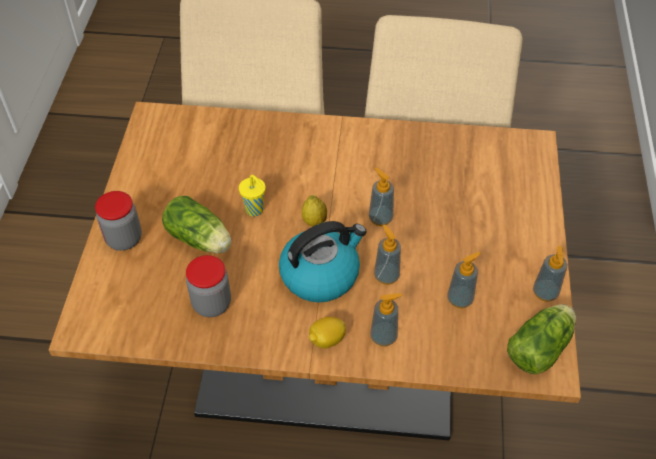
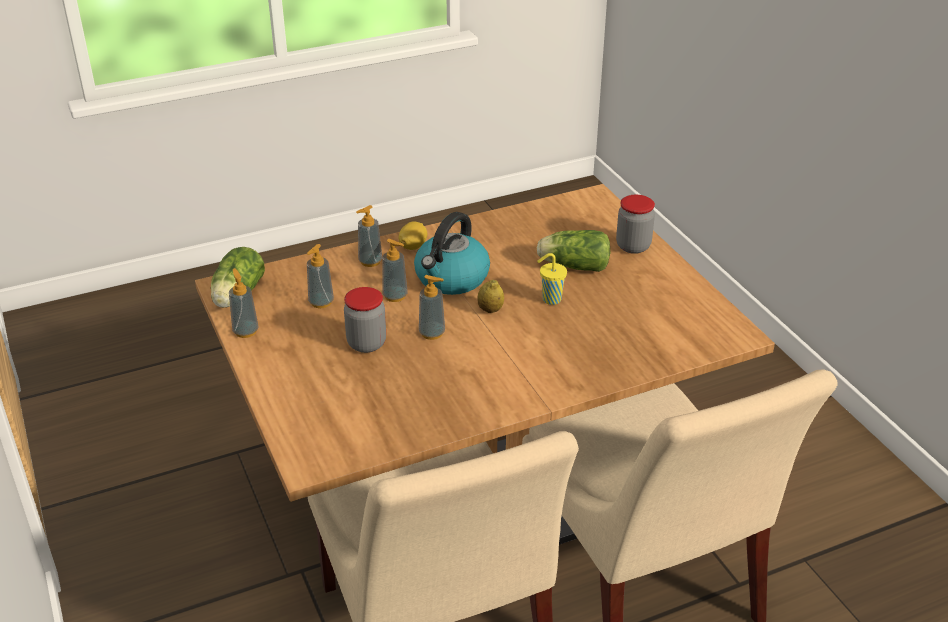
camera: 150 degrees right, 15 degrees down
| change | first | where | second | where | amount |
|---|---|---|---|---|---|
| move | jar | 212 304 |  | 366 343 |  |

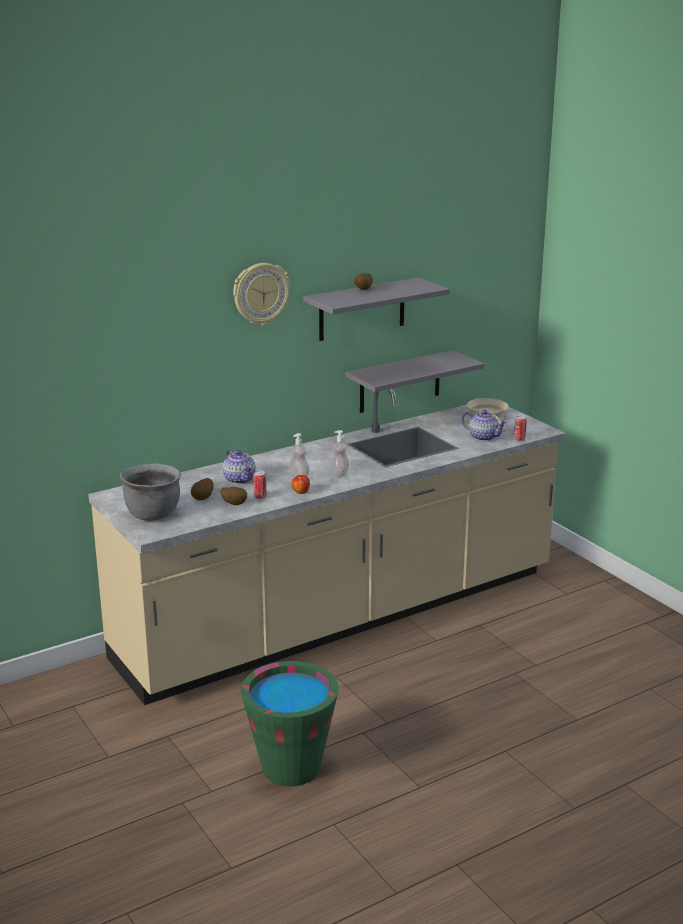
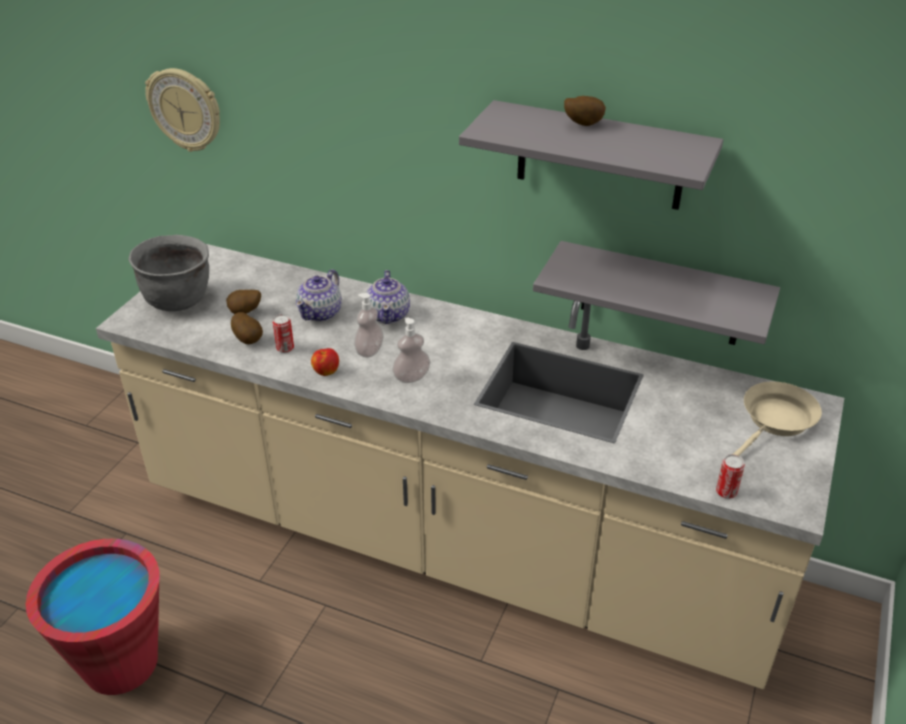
camera: 55 degrees right, 15 degrees up
| change | first | where | second | where | amount |
|---|---|---|---|---|---|
| move | wall clock | 260 294 |  | 185 109 |  |
| move | teapot | 483 437 |  | 388 314 |  |
| recolor | green bucket | 291 767 | red bucket | 121 663 |  |

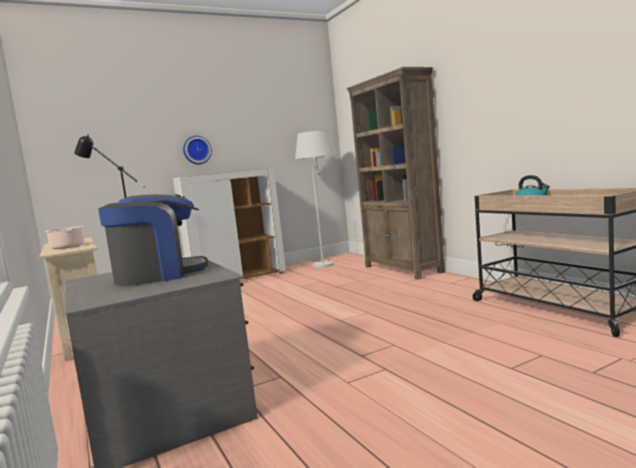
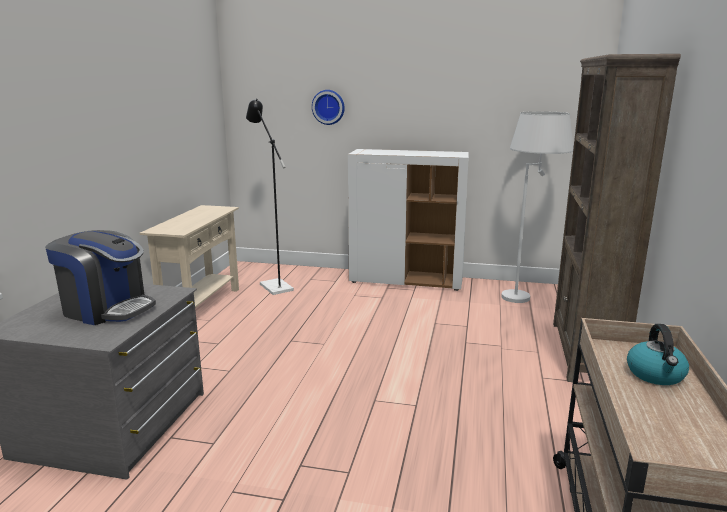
camera: 40 degrees right, 10 degrees up
| change | first | where | second | where | amount |
|---|---|---|---|---|---|
| move | wall clock | 196 150 |  | 328 107 |  |
| delete | cooking pot | 68 247 |  |  |  |

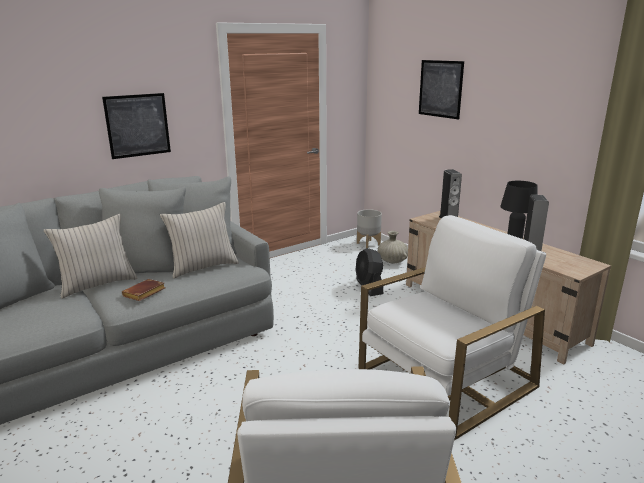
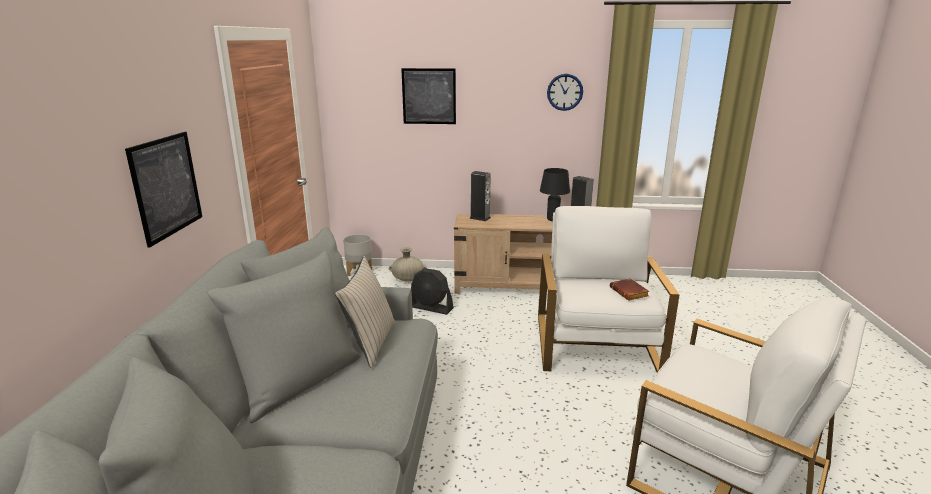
camera: 50 degrees left, 0 degrees up
| change | first | where | second | where | amount |
|---|---|---|---|---|---|
| delete | beige pillow | 97 284 |  |  |  |
| move | brown book | 144 294 |  | 630 293 |  |
| insert |  |  | wall clock | 564 92 |  |

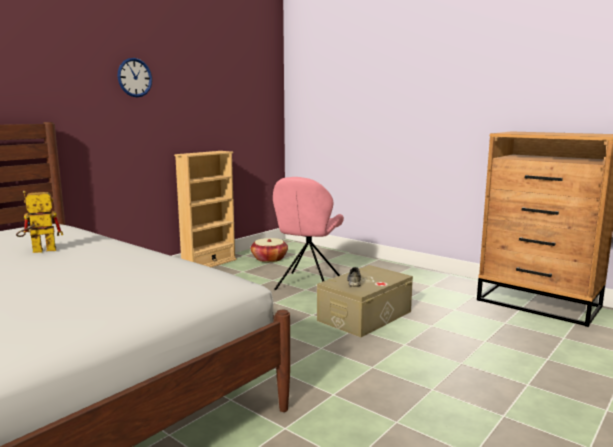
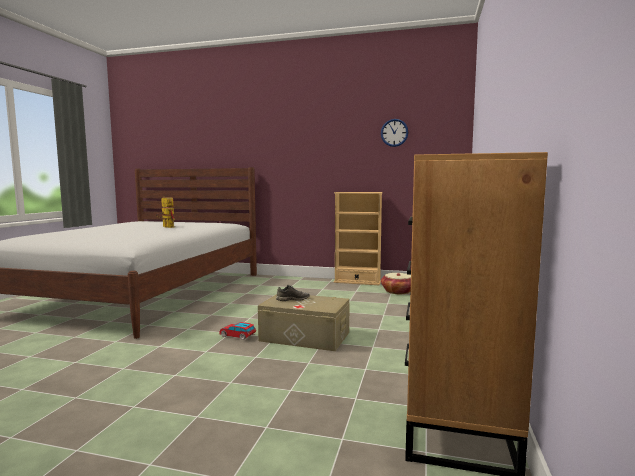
camera: 65 degrees right, 5 degrees down
| change | first | where | second | where | amount |
|---|---|---|---|---|---|
| move | wall clock | 134 77 |  | 394 132 |  |
| delete | pink chair | 308 285 |  |  |  |
| insert |  |  | toy car | 238 336 |  |

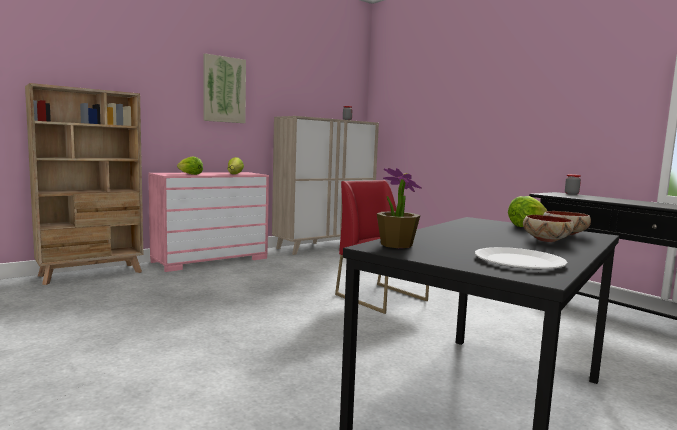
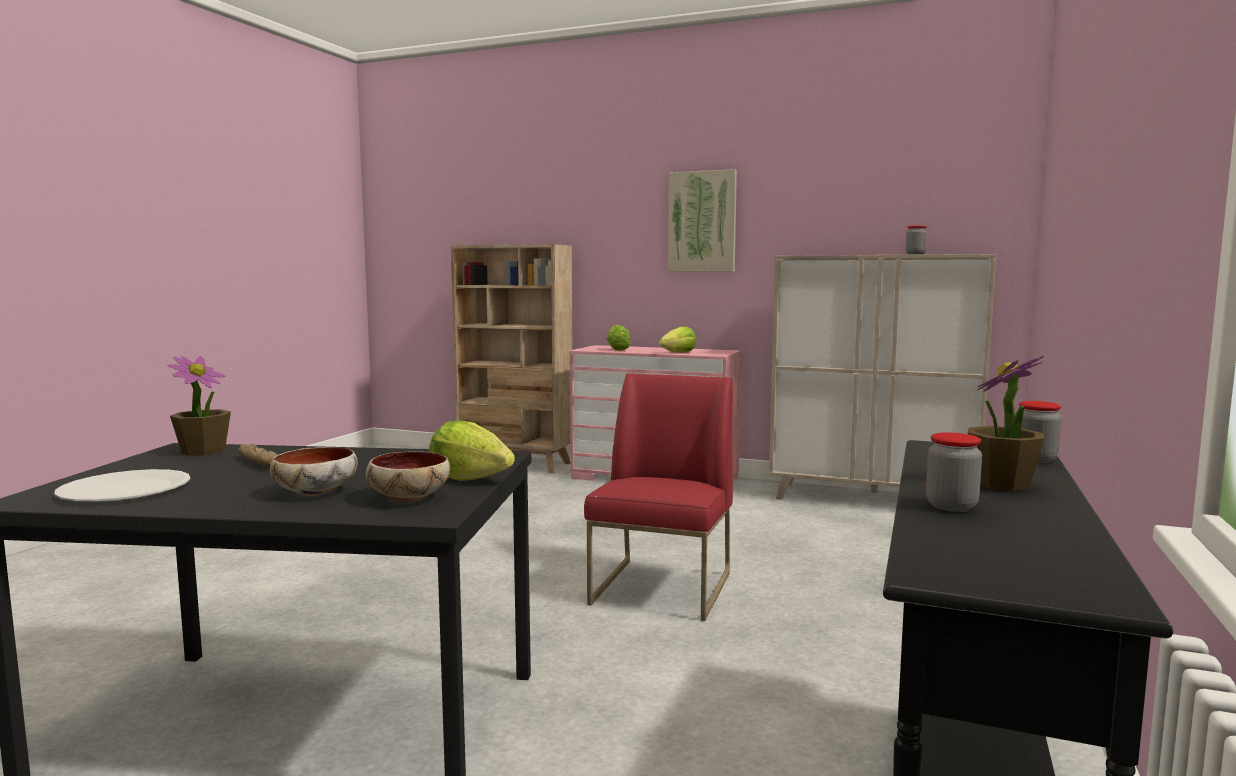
camera: 60 degrees right, 0 degrees up
| change | first | where | second | where | amount |
|---|---|---|---|---|---|
| insert |  |  | potted plant | 1001 484 |  |
| insert |  |  | jar | 951 506 |  |
| insert |  |  | bread | 258 462 |  |

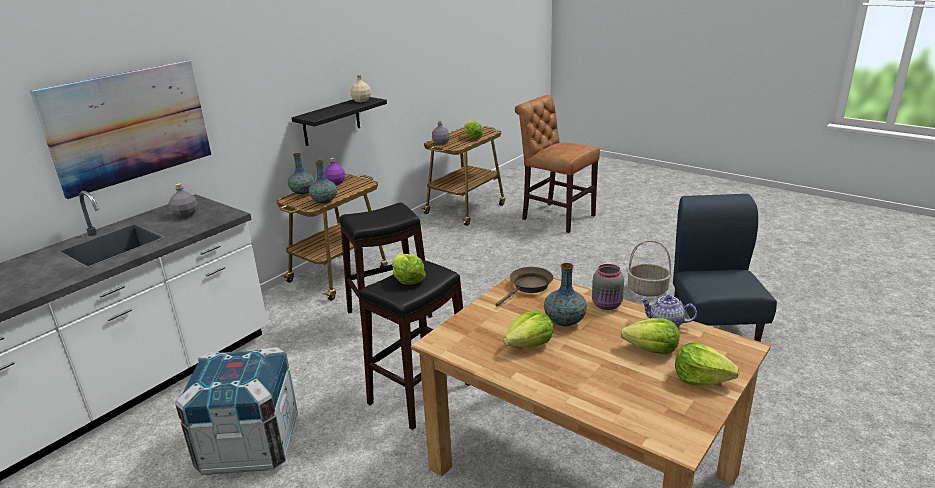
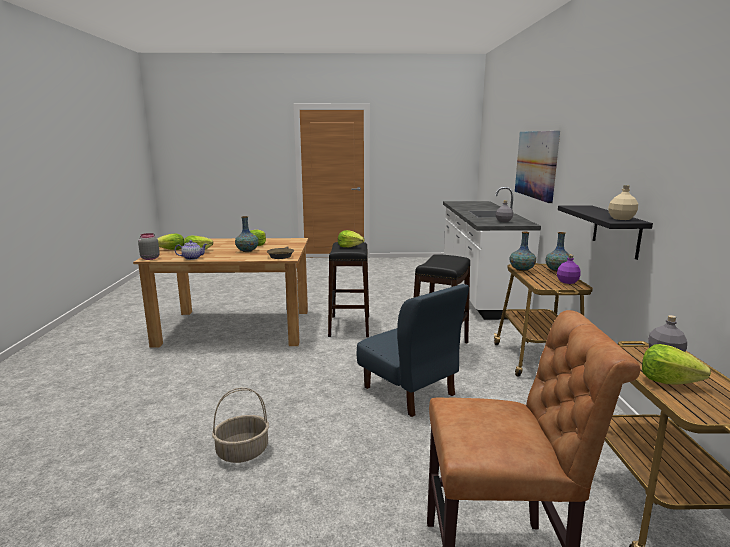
camera: 140 degrees right, 10 degrees down
| change | first | where | second | where | amount |
|---|---|---|---|---|---|
| move | blue chair | 714 323 |  | 409 391 |  |
| move | grey jar | 607 305 |  | 149 258 |  |
| delete | crate | 249 445 |  |  |  |

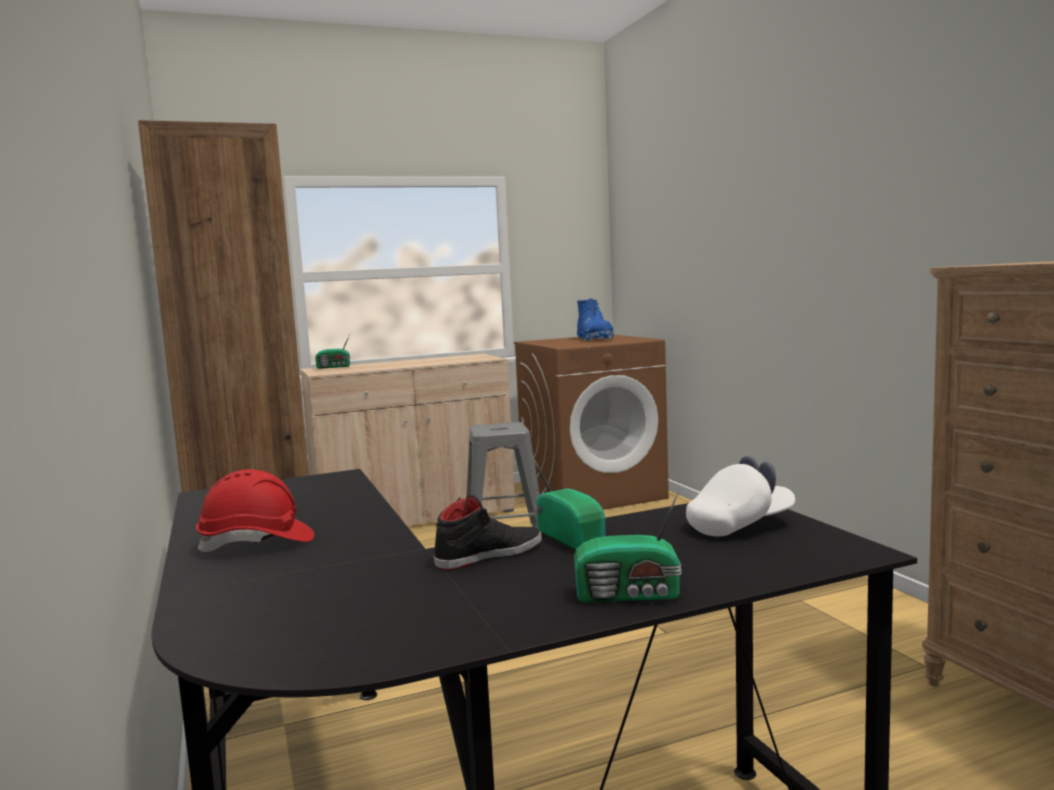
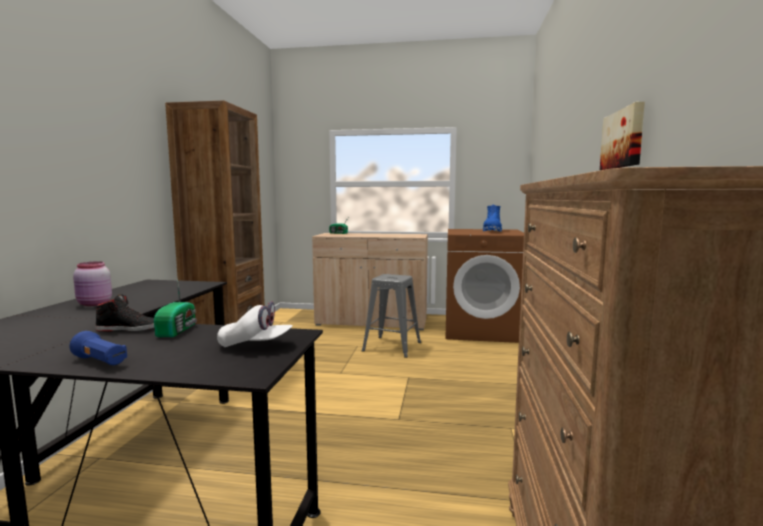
camera: 30 degrees right, 0 degrees up
| change | first | where | second | where | amount |
|---|---|---|---|---|---|
| replace | red hard hat | 257 543 | pink jar | 94 304 |  |
| replace | radio | 630 595 | blue flashlight | 100 362 |  |
| insert |  |  | picture | 624 139 |  |

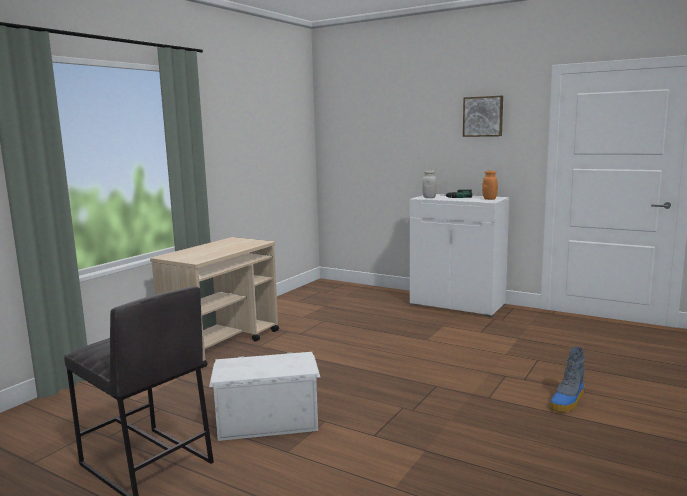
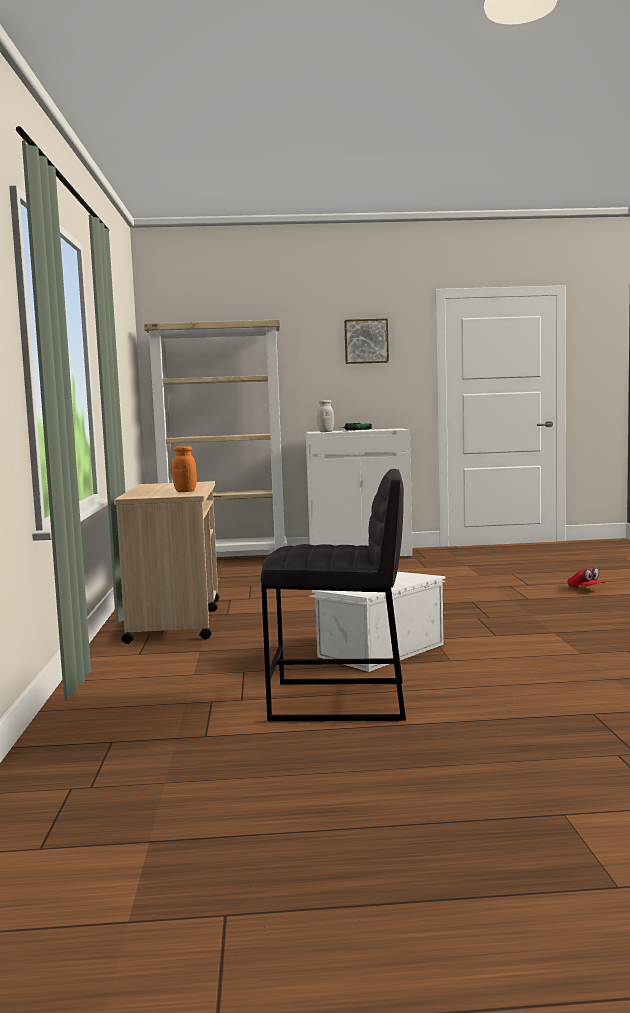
camera: 35 degrees left, 5 degrees down
| change | first | where | second | where | amount |
|---|---|---|---|---|---|
| move | orange jar | 489 199 |  | 185 491 |  |
| replace | boot | 567 402 | red cap | 586 589 |  |
| insert |  |  | beige bookcase | 226 561 |  |

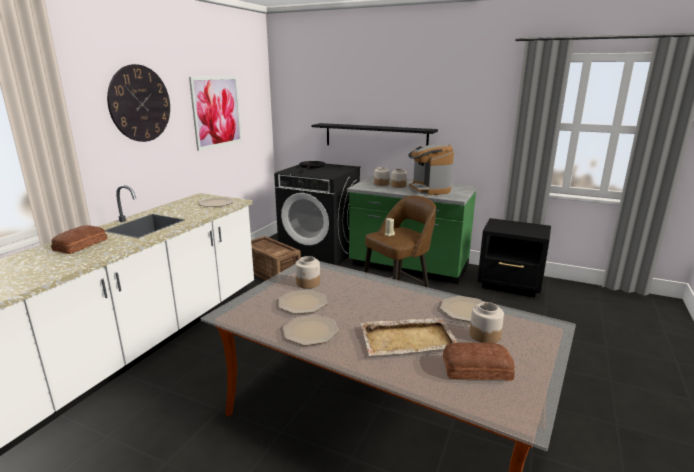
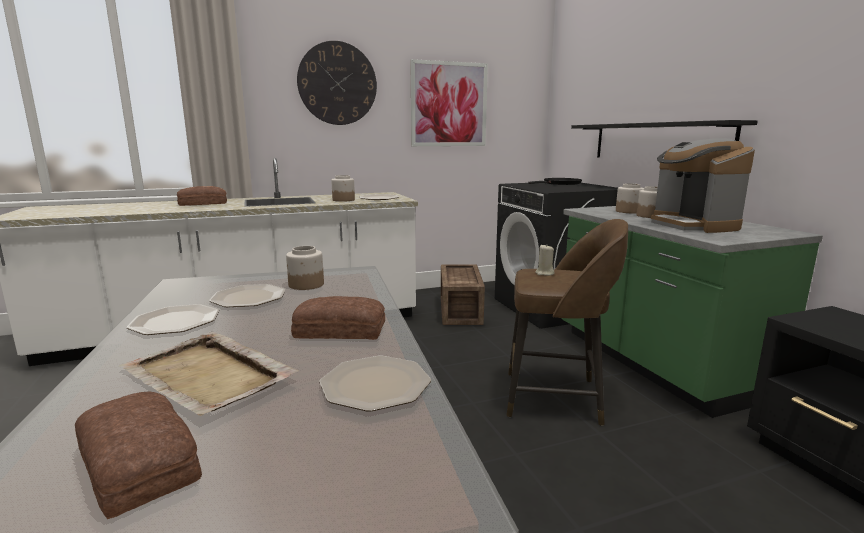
camera: 45 degrees right, 5 degrees down
| change | first | where | second | where | amount |
|---|---|---|---|---|---|
| rotate | coffee machine | 429 189 |  | 693 225 | 45 degrees counterclockwise |
| move | jar | 484 335 |  | 344 200 |  |
| insert |  |  | bread | 339 330 |  |

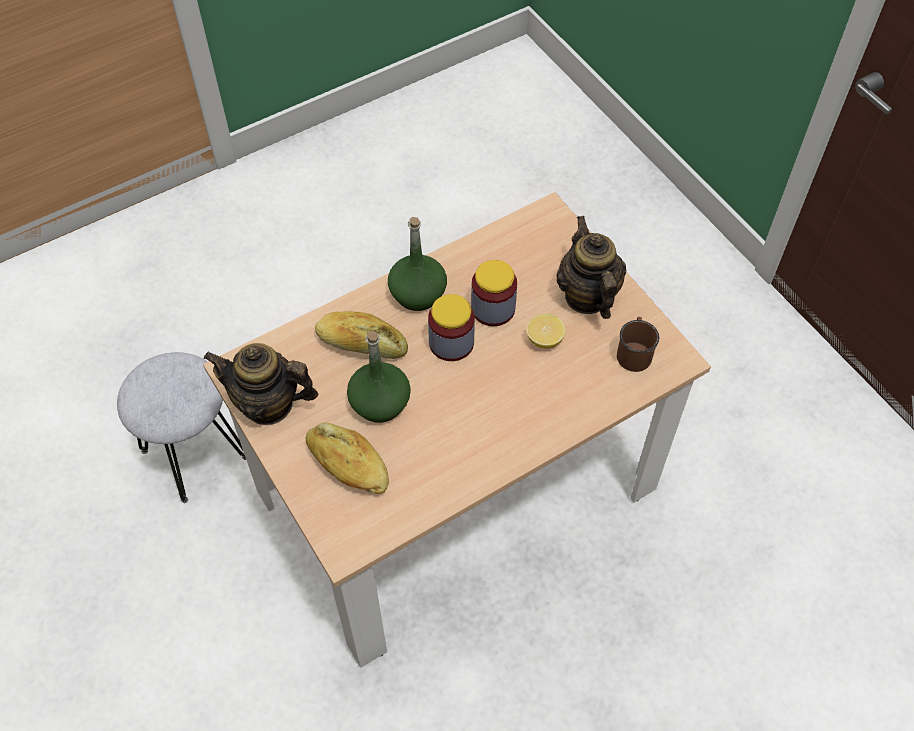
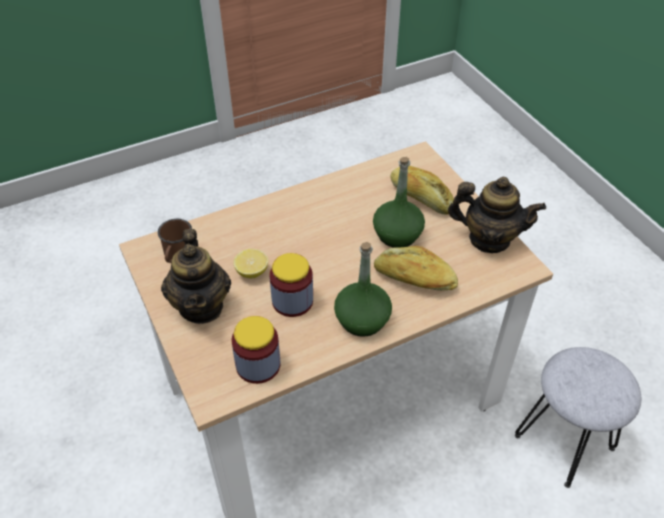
camera: 175 degrees left, 10 degrees down
| change | first | where | second | where | amount |
|---|---|---|---|---|---|
| move | jar | 451 343 |  | 258 365 |  |

